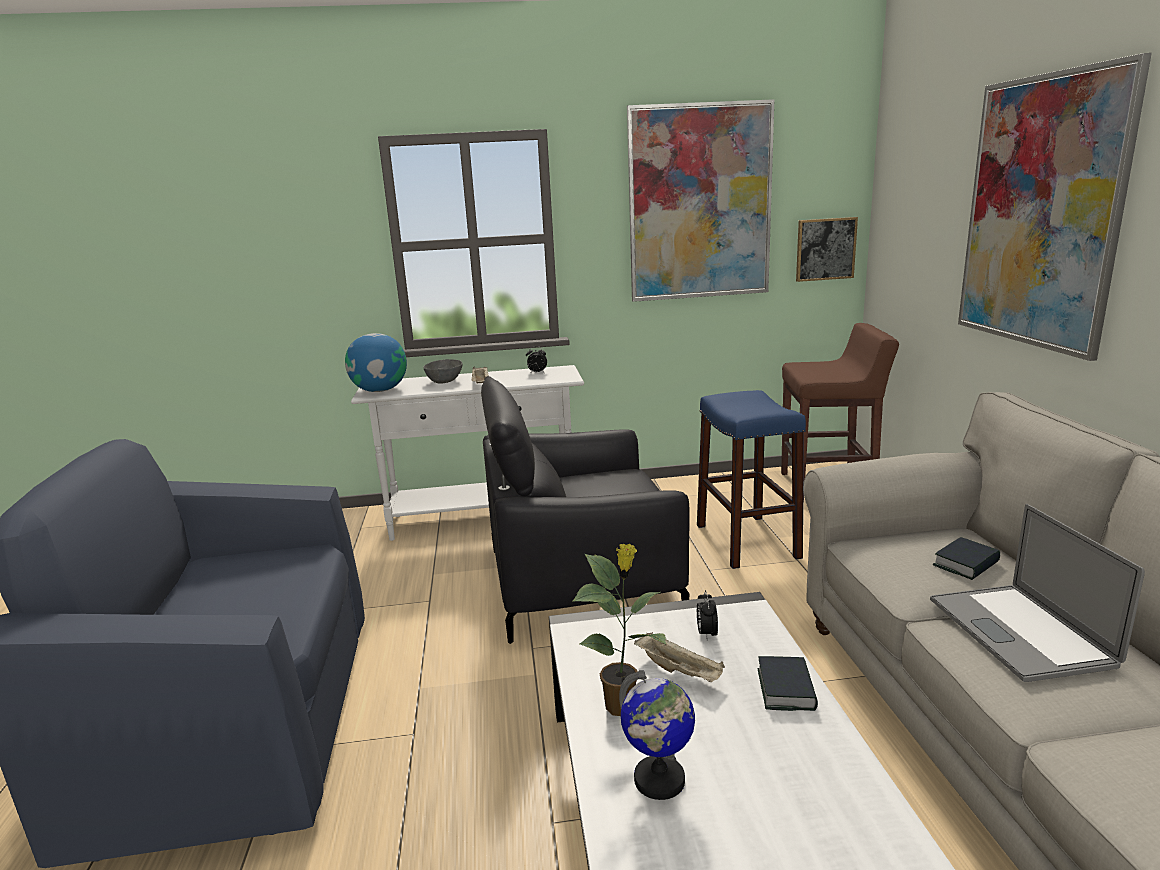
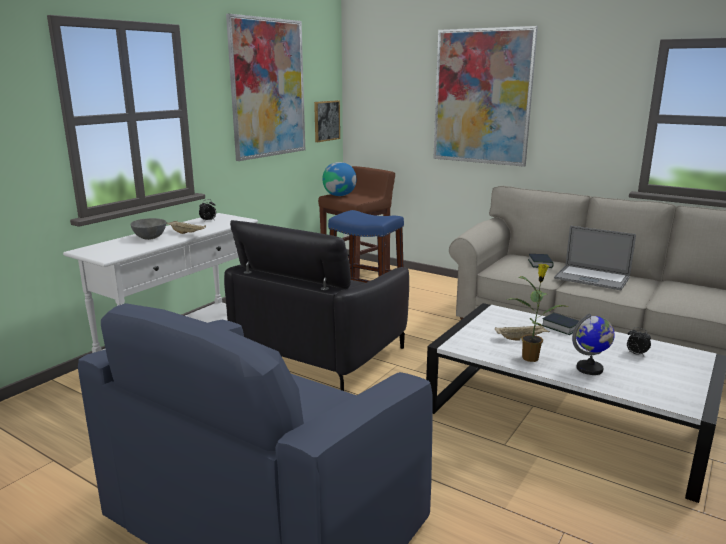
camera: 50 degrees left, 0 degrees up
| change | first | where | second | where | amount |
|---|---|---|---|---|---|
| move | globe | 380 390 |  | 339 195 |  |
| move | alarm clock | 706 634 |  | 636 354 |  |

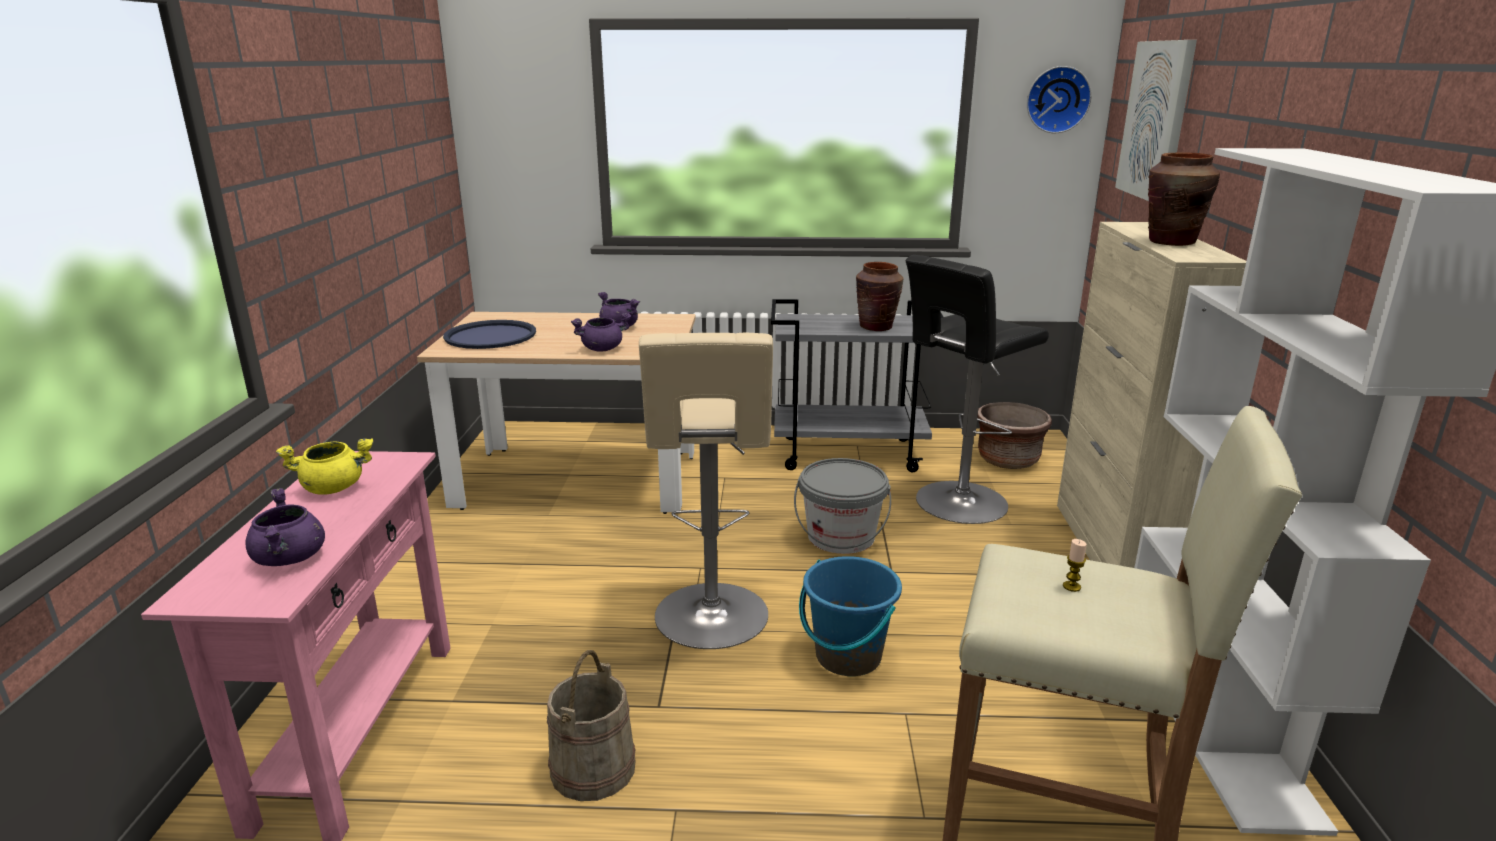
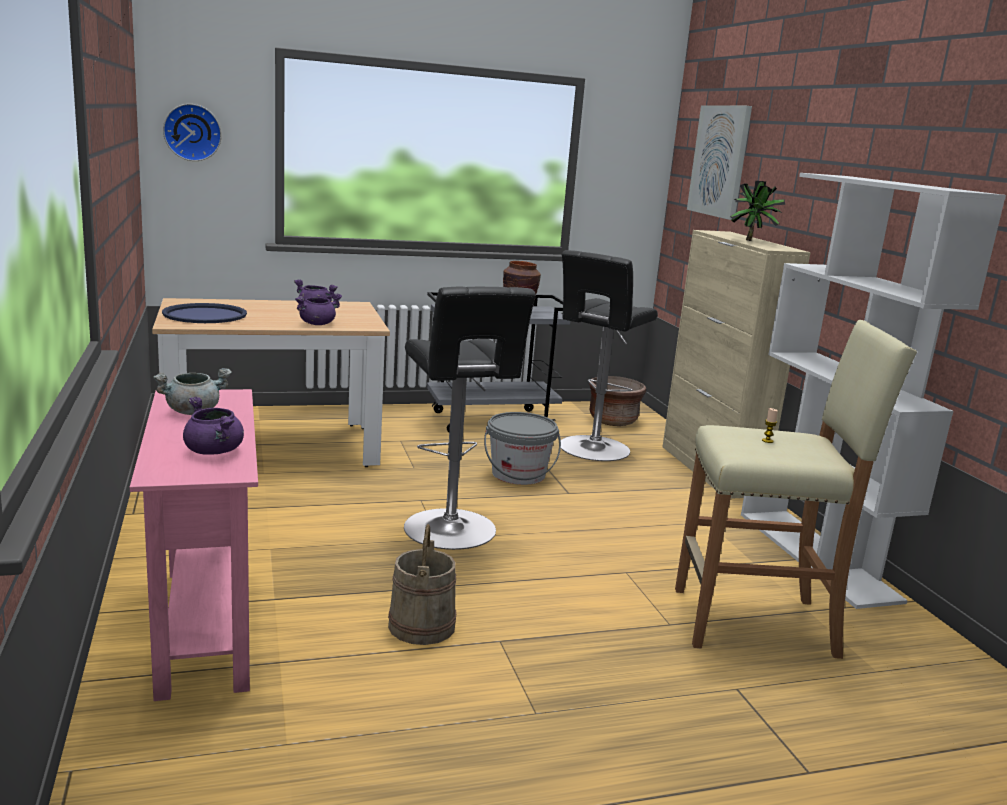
camera: 20 degrees left, 5 degrees down
| change | first | where | second | where | amount |
|---|---|---|---|---|---|
| move | wall clock | 1057 99 |  | 192 132 |  |
| replace | brown vase | 1171 242 | potted plant | 752 241 |  |
| recolor | beige stool | 712 620 | black stool | 452 531 |  |
| recolor | yellow cooking pot | 334 488 | grey cooking pot | 193 411 |  |
| delete | blue bucket | 847 656 |  |  |  |

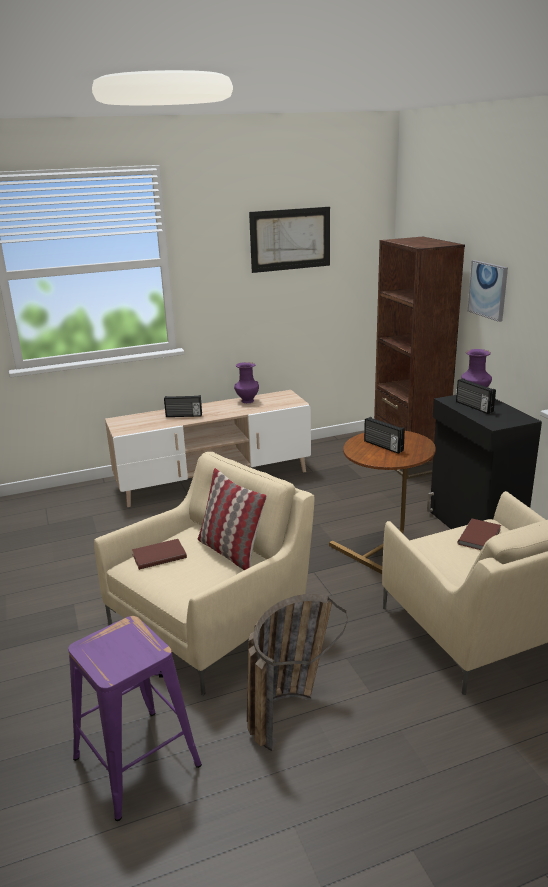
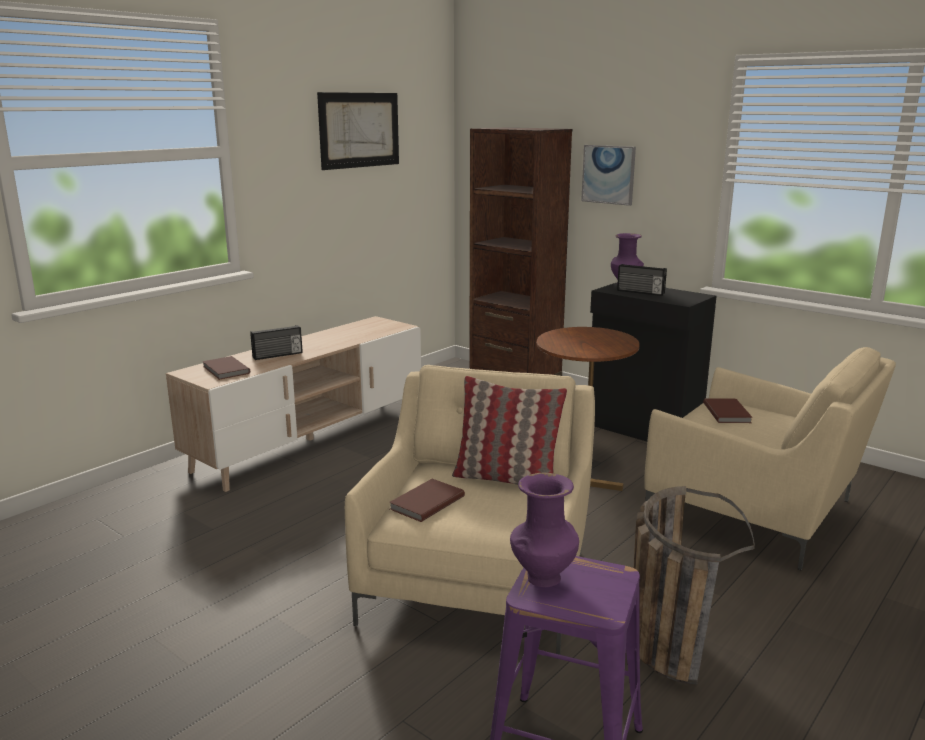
camera: 30 degrees left, 5 degrees down
| change | first | where | second | where | amount |
|---|---|---|---|---|---|
| move | purple vase | 247 401 |  | 542 578 |  |
| delete | radio | 383 446 |  |  |  |
| insert |  |  | brown book | 225 370 |  |

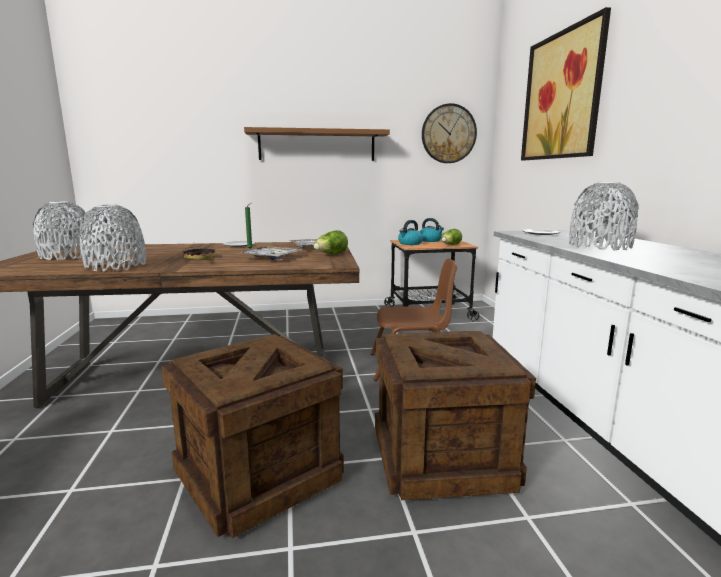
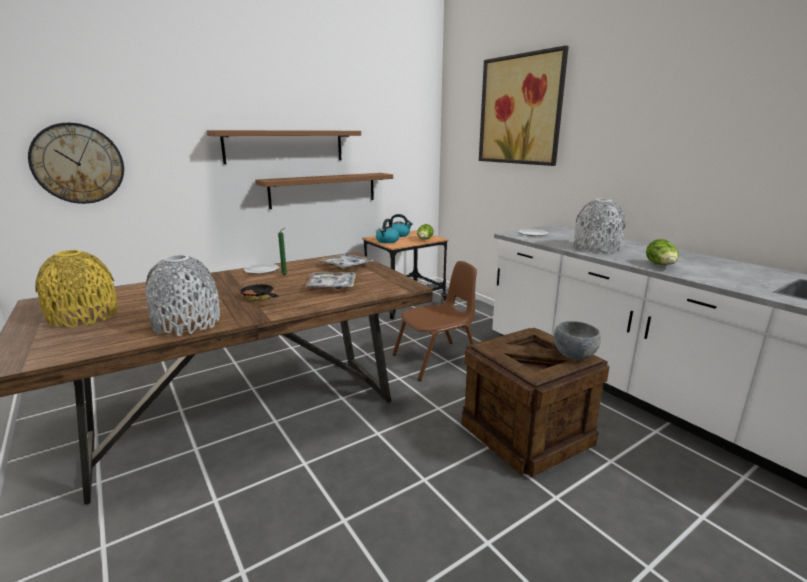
camera: 25 degrees left, 5 degrees up
| change | first | where | second | where | amount |
|---|---|---|---|---|---|
| move | wall clock | 448 134 |  | 78 163 |  |
| recolor | grey vase | 68 256 | yellow vase | 84 316 |  |
| move | lettuce | 331 255 |  | 661 265 |  |
| delete | crate | 258 474 |  |  |  |
| insert |  |  | brown shelf | 323 190 |  |
| insert |  |  | grey bowl | 573 355 |  |

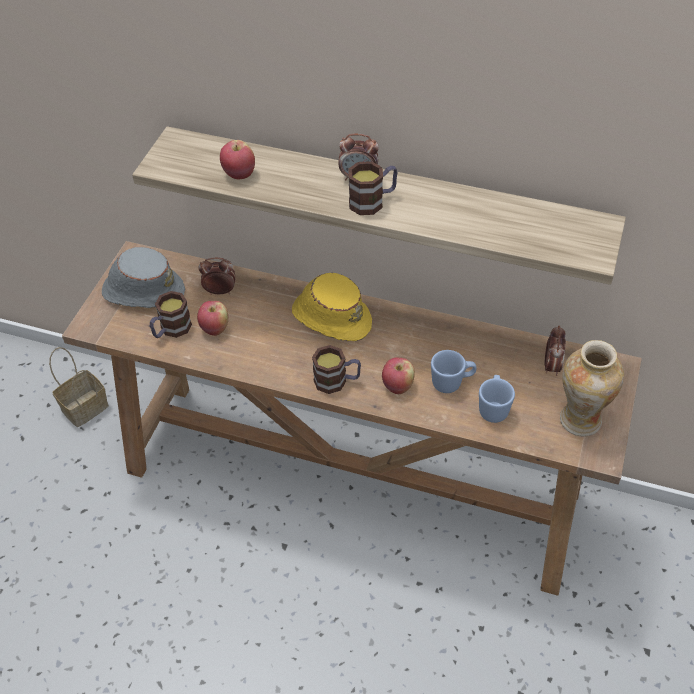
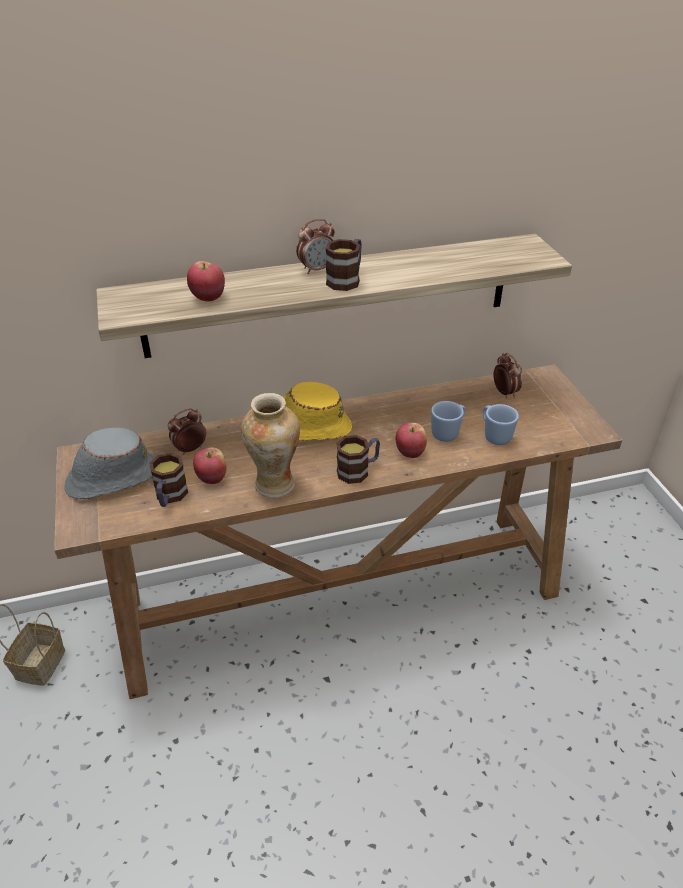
camera: 35 degrees left, 10 degrees down
| change | first | where | second | where | amount |
|---|---|---|---|---|---|
| move | vase | 579 421 |  | 274 486 |  |

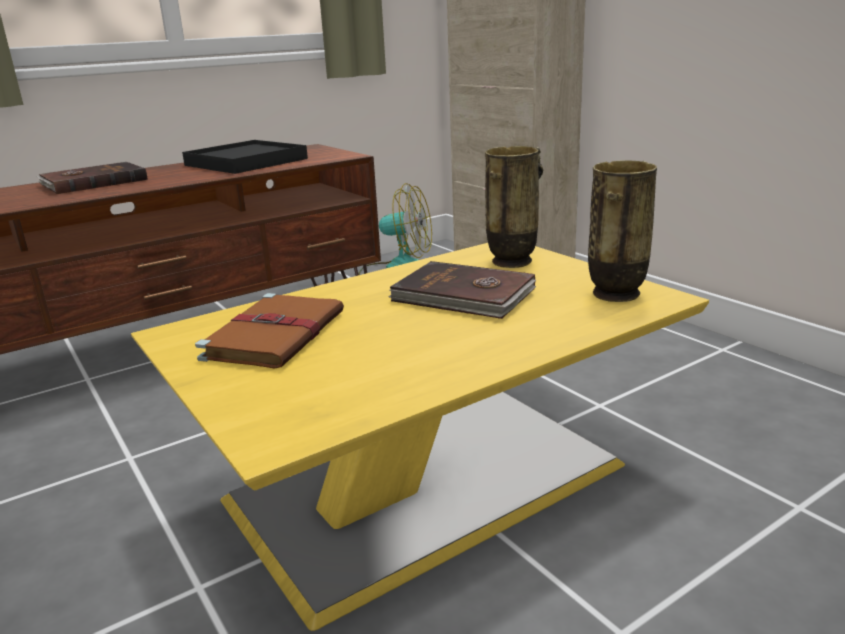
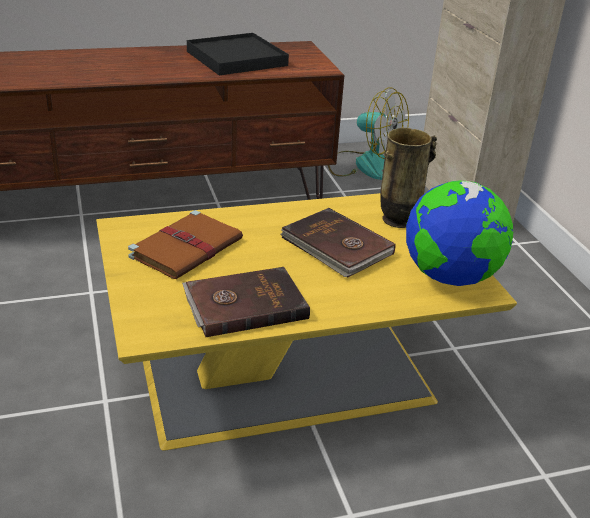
camera: 15 degrees right, 10 degrees up
| change | first | where | second | where | amount |
|---|---|---|---|---|---|
| replace | vase | 616 294 | globe | 450 277 |  |
| move | brown book | 93 182 |  | 244 304 |  |

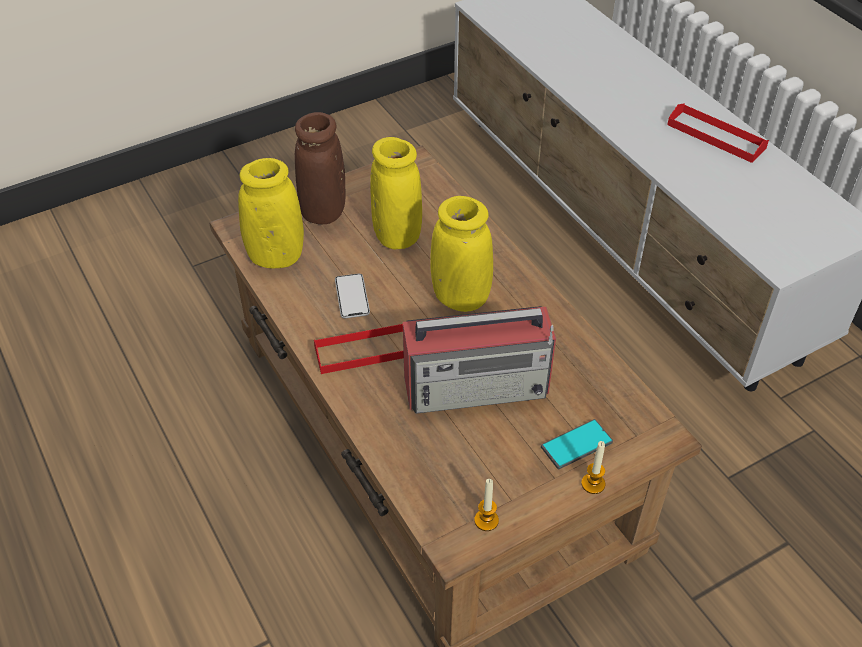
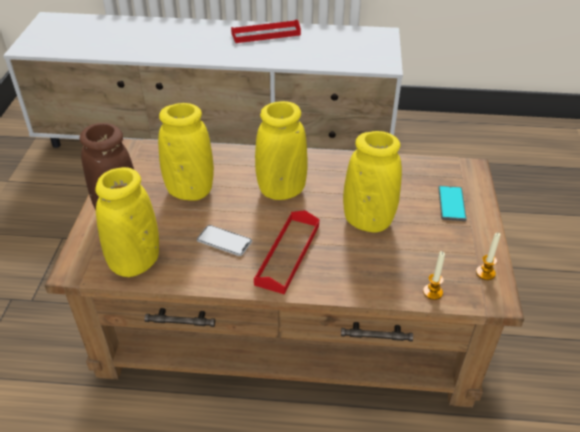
camera: 55 degrees left, 5 degrees down
| change | first | where | second | where | amount |
|---|---|---|---|---|---|
| replace | radio | 478 386 | yellow vase | 368 221 |  |
| move | candle | 593 484 |  | 432 292 |  |

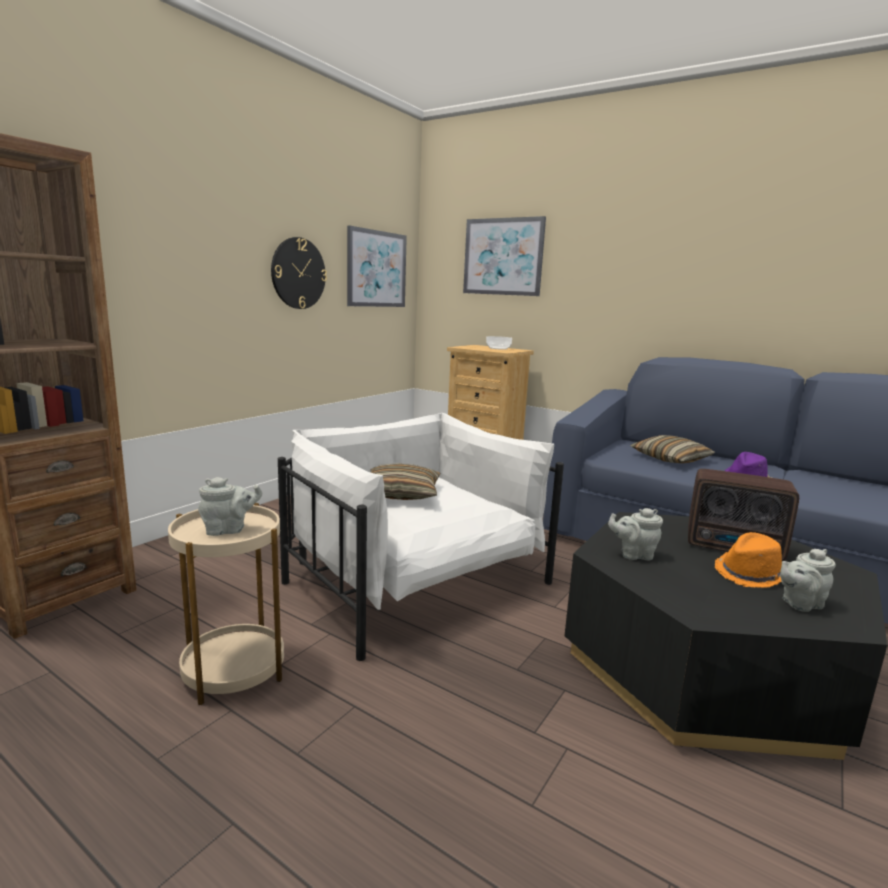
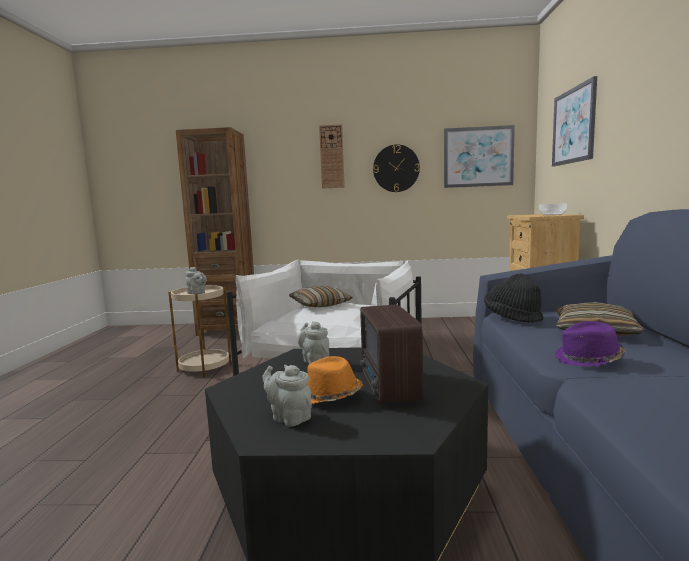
camera: 60 degrees right, 5 degrees down
| change | first | where | second | where | amount |
|---|---|---|---|---|---|
| insert |  |  | wall clock | 332 157 |  |
| insert |  |  | black hat | 512 317 |  |

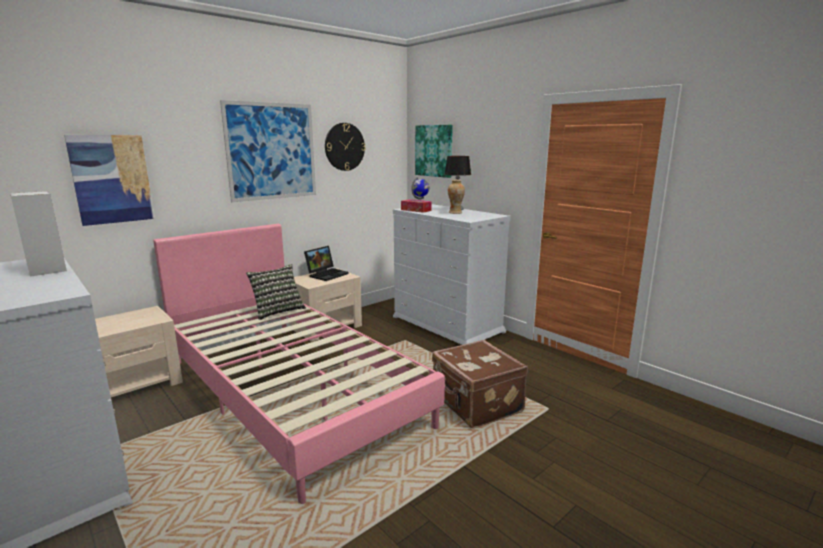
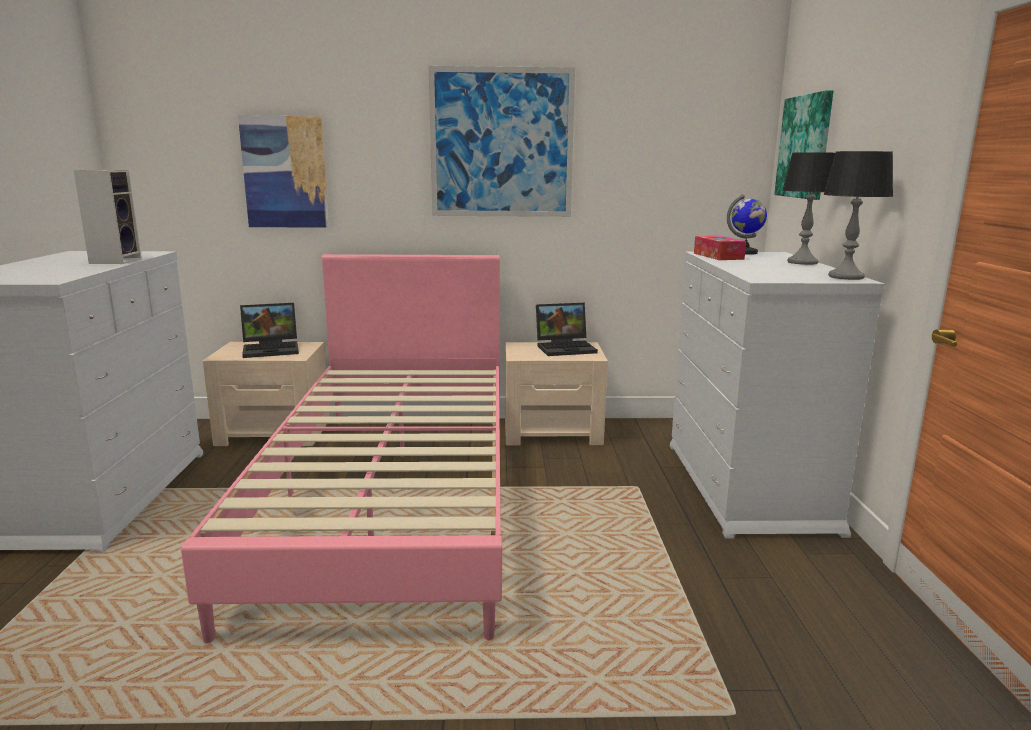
camera: 40 degrees right, 0 degrees up
| change | first | where | second | where | amount |
|---|---|---|---|---|---|
| delete | wall clock | 344 147 |  |  |  |
| delete | vase | 455 213 |  |  |  |
| delete | pillow | 277 311 |  |  |  |
| delete | brown suitcase | 476 404 |  |  |  |
| insert |  |  | table lamp | 846 277 |  |
| insert |  |  | laptop | 272 349 |  |

